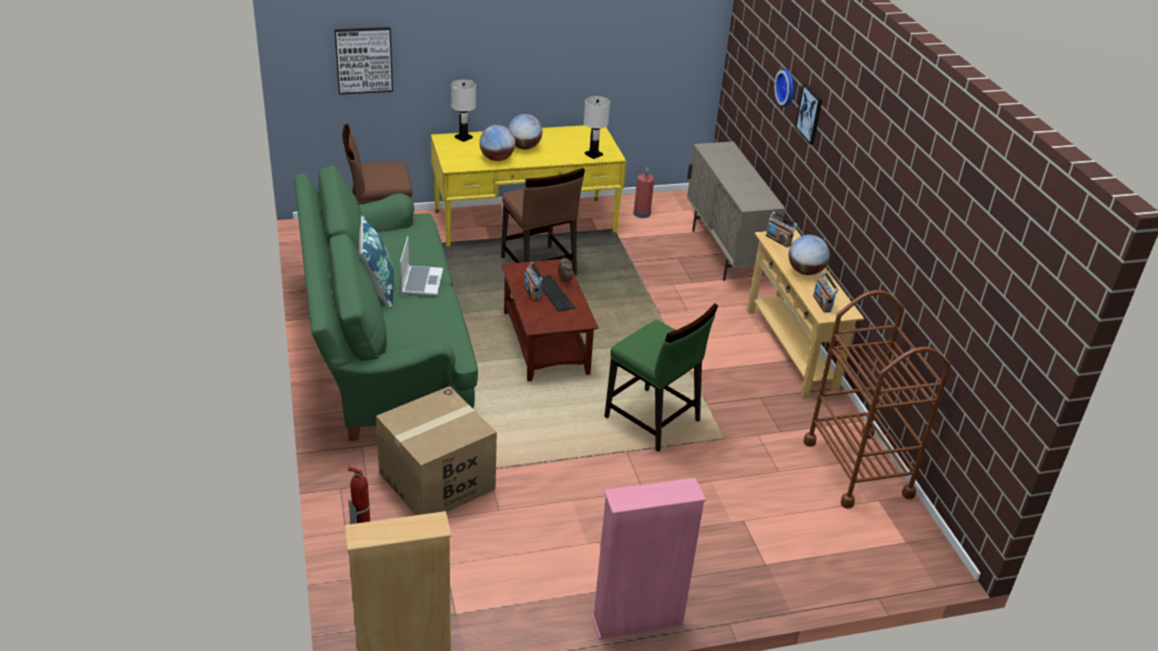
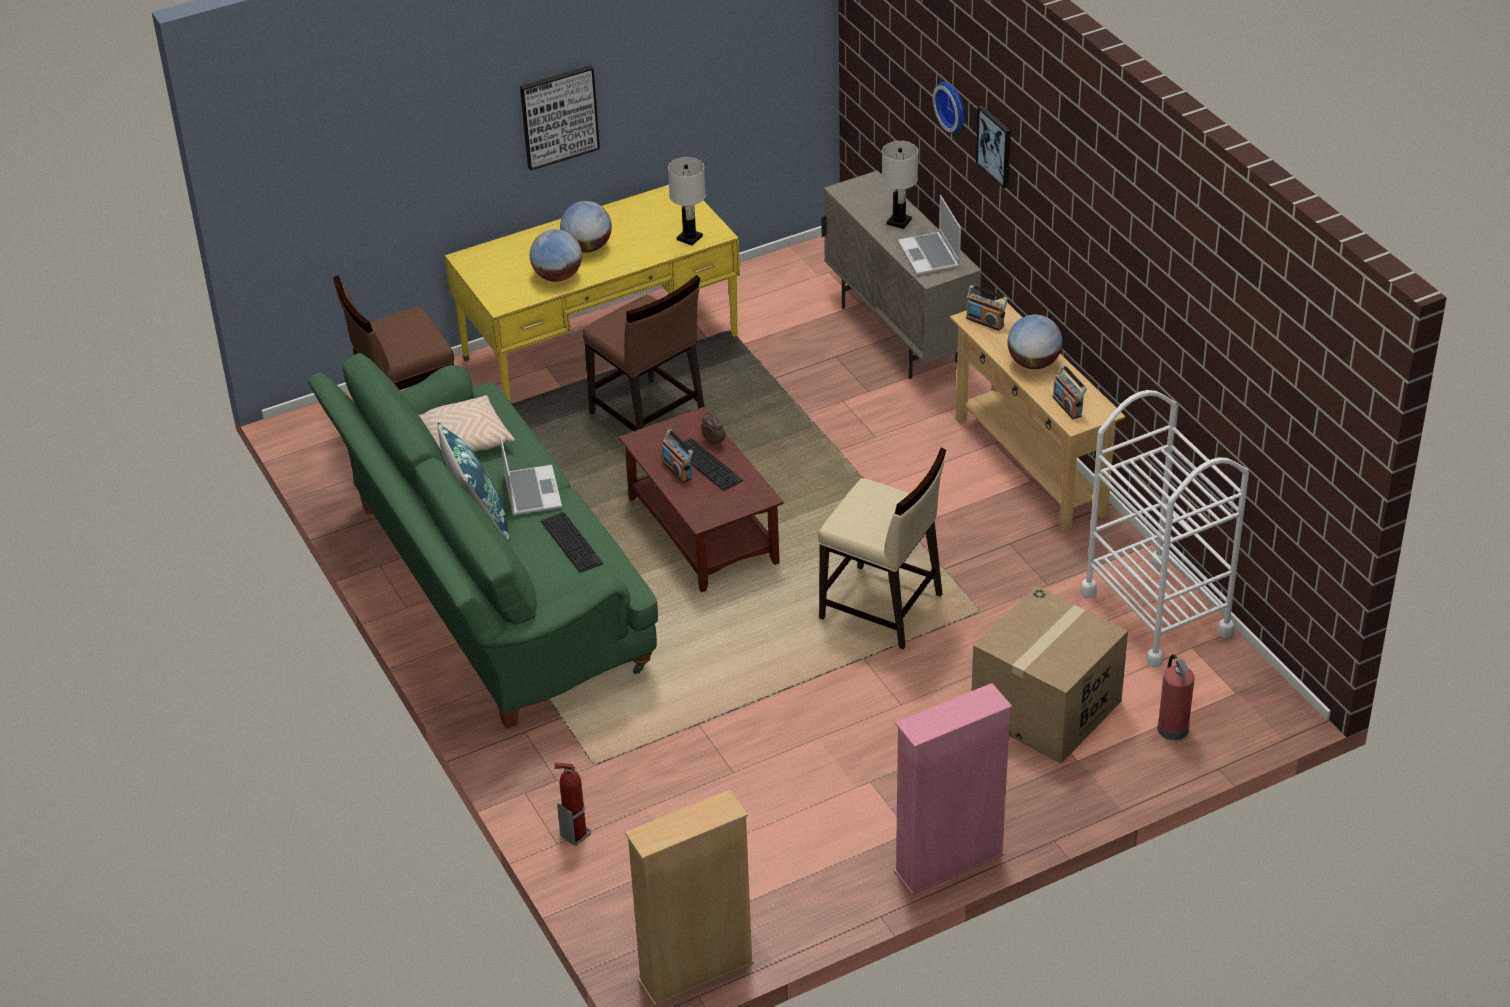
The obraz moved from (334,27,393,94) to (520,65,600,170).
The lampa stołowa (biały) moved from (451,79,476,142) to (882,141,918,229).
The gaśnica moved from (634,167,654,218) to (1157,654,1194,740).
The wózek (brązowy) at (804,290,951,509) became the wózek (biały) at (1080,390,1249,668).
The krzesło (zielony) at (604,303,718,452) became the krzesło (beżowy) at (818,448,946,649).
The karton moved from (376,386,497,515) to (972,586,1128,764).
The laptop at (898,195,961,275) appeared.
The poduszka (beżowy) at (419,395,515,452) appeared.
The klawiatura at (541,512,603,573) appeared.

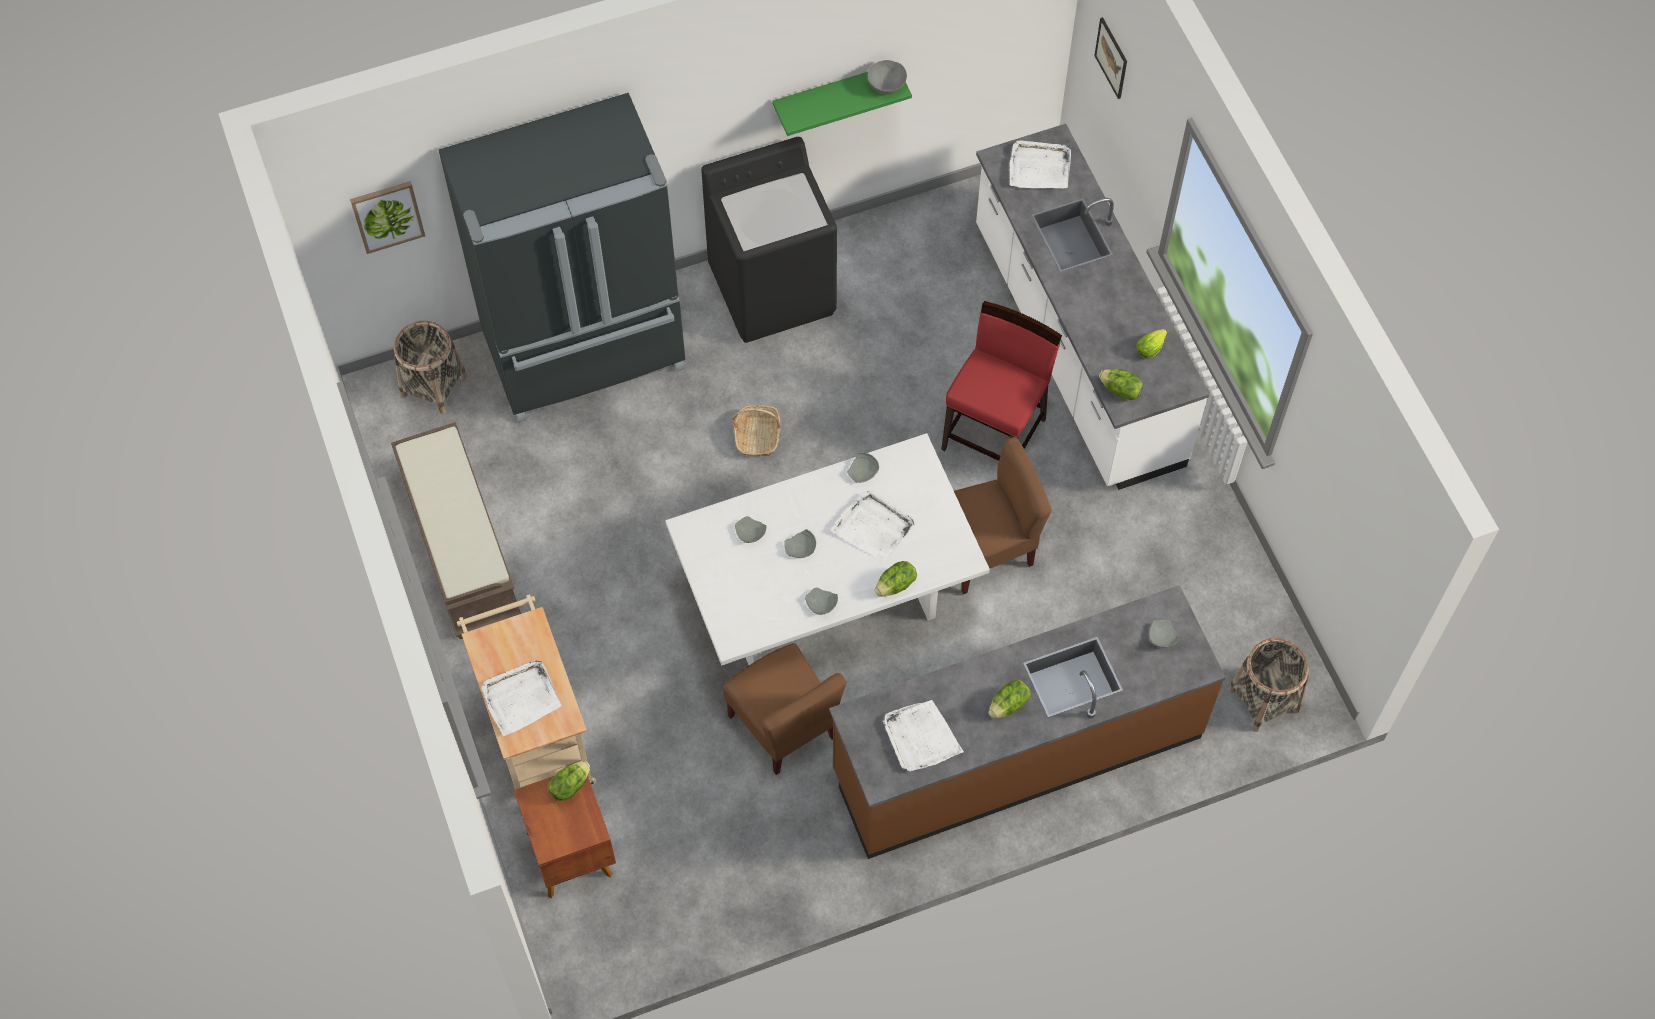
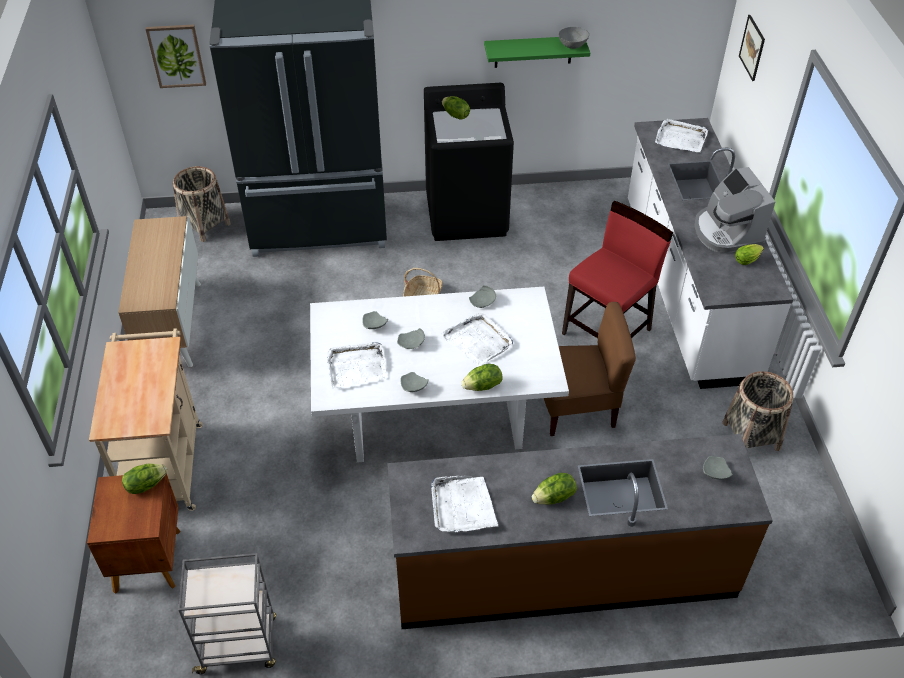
The sałata moved from (1099,369,1143,400) to (442,96,470,120).
The ławka (brązowy) at (391,422,521,639) was replaced by the szafka at (118,216,201,367).
The koszyk moved from (1228,638,1309,732) to (722,371,793,451).
The krzesło (brązowy) at (723,643,846,775) disappeared.
The taca (biały) moved from (482,660,561,736) to (327,342,388,389).
The ekspres do kawy at (694,167,776,253) appeared.
The wózek (szary) at (178,553,276,674) appeared.

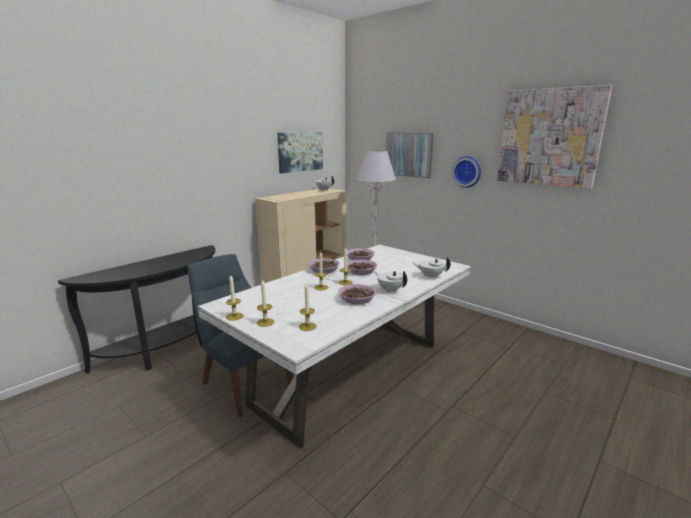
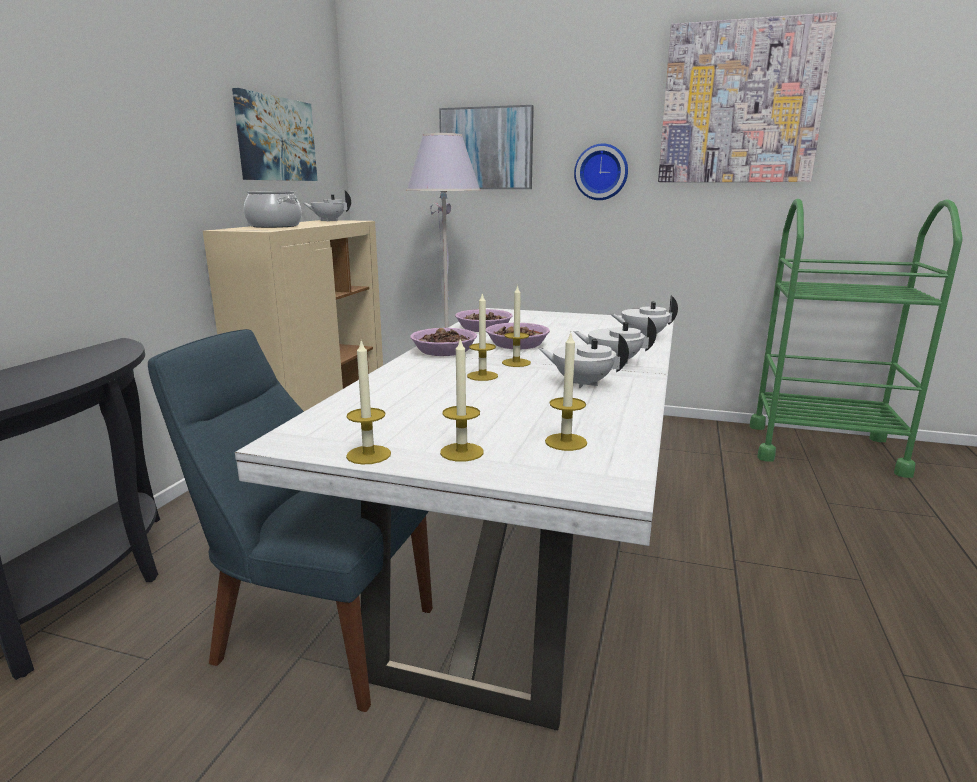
The miska at (338,284,376,305) was replaced by the imbryk (biały) at (538,334,629,388).
The garnek at (244,191,302,228) appeared.
The wózek (zielony) at (749,199,963,478) appeared.

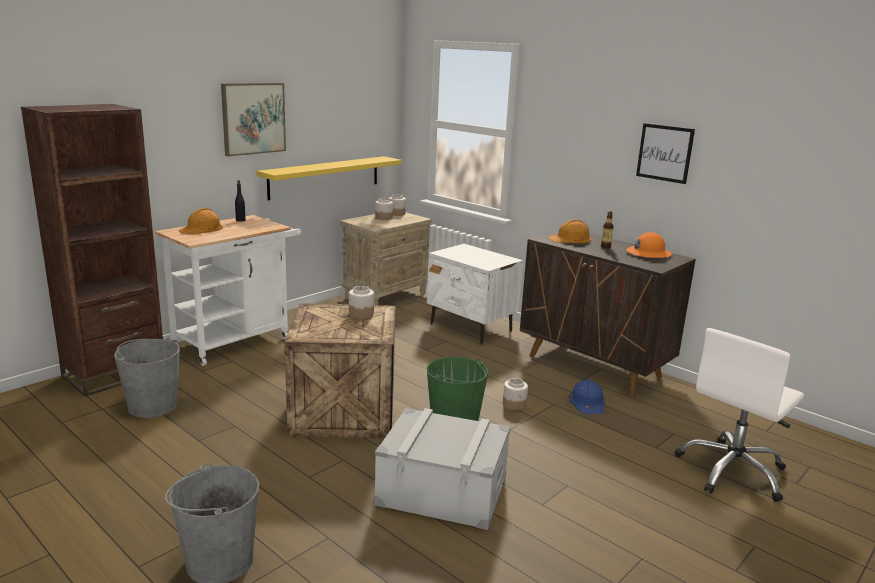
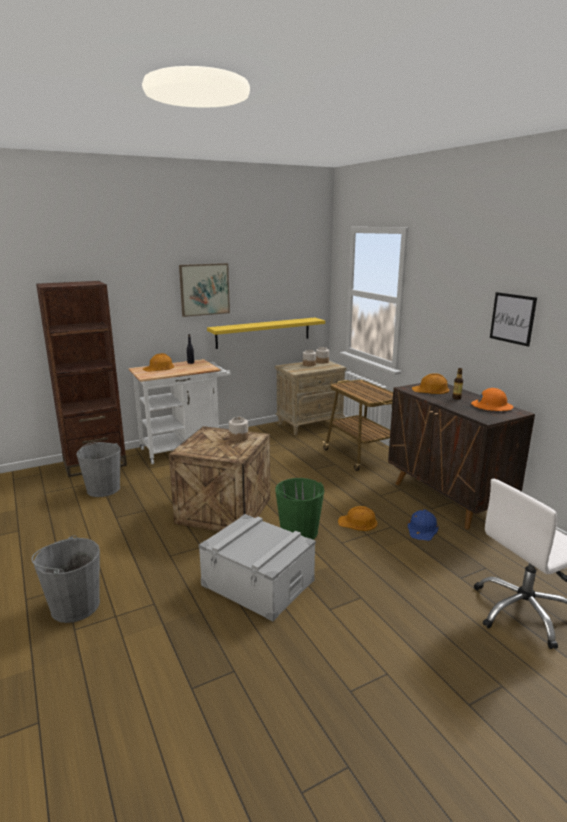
The szafka nocna (biały) at (427,244,523,344) was replaced by the wózek at (322,380,393,471).
The słoik at (503,378,528,410) was replaced by the kask (pomarańczowy) at (338,506,378,531).

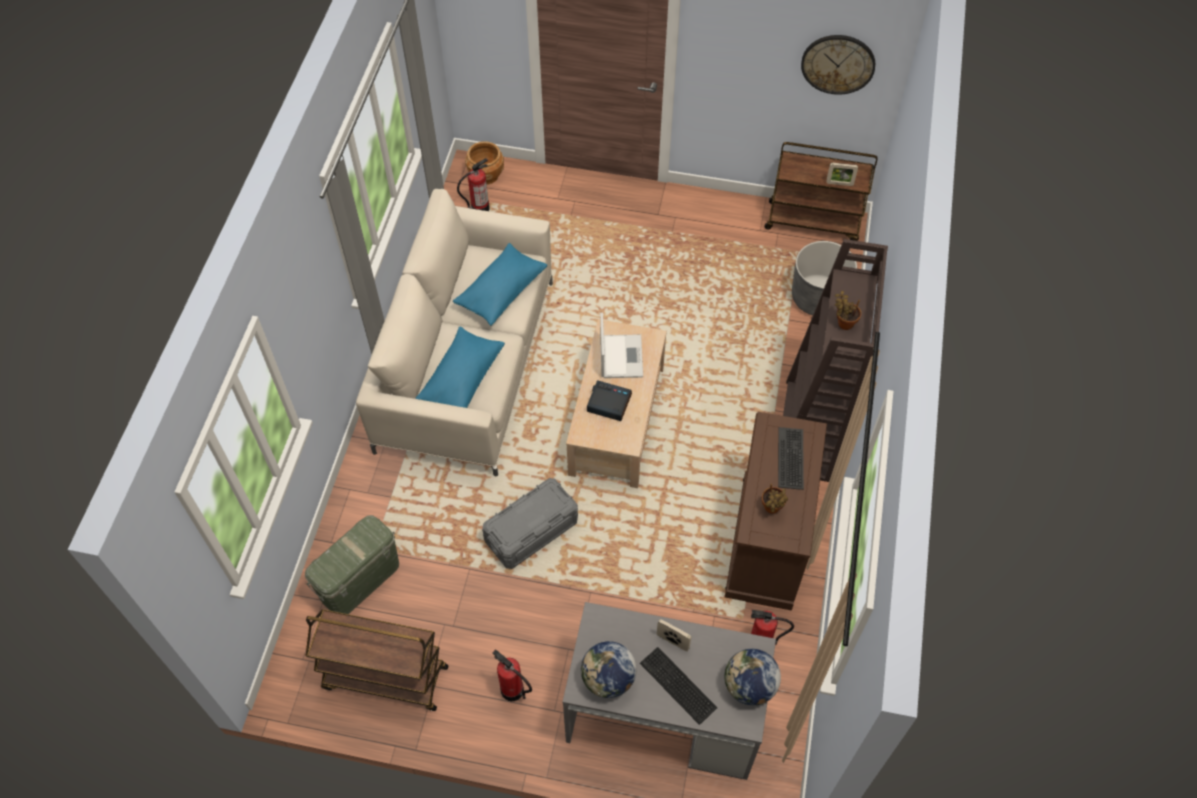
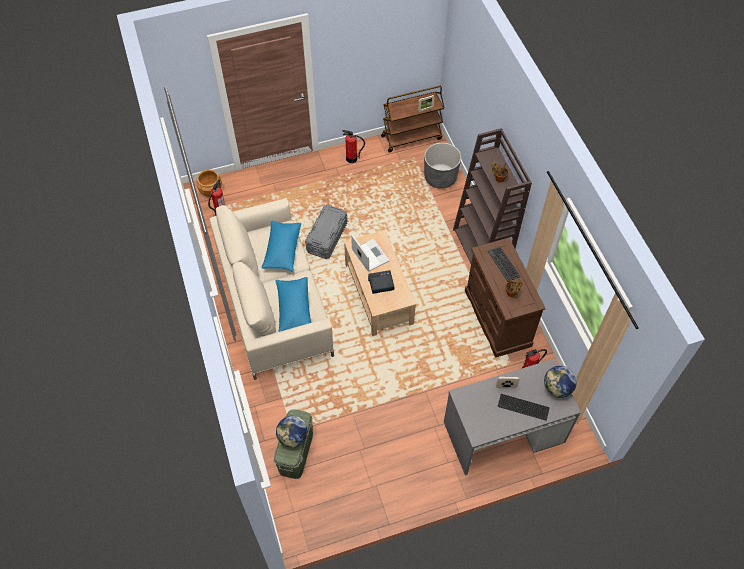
The zegar ścienny at (801,35,875,95) disappeared.
The pojemnik do przechowywania (szary) moved from (482,478,578,569) to (305,205,347,259).
The wózek (brązowy) at (306,609,449,711) disappeared.
The globus moved from (581,641,636,698) to (276,416,308,448).
The gaśnica moved from (492,649,532,701) to (342,130,365,163).

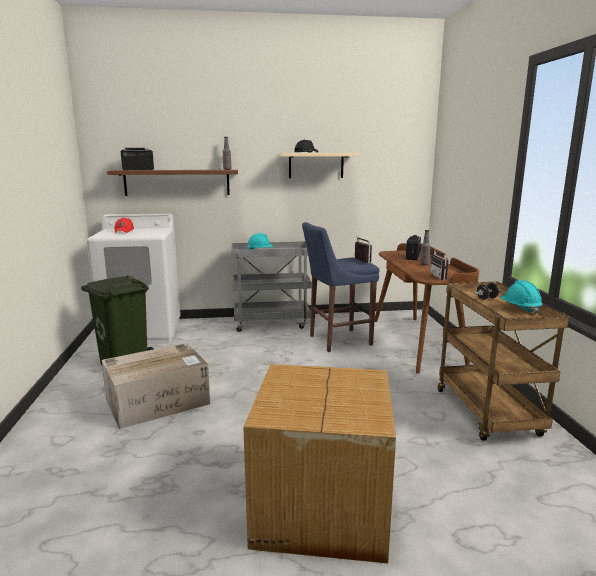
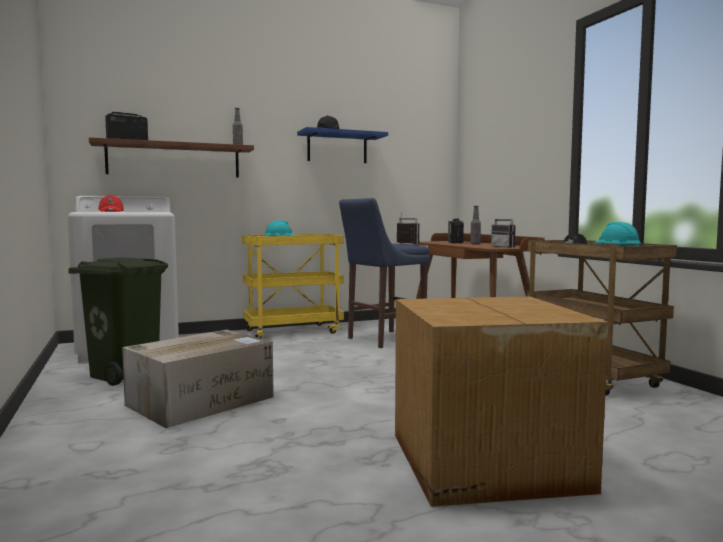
The półka (beżowy) at (280,153,359,178) became the półka (niebieski) at (297,127,388,163).
The wózek (szary) at (231,242,312,332) became the wózek (żółty) at (242,234,344,338).

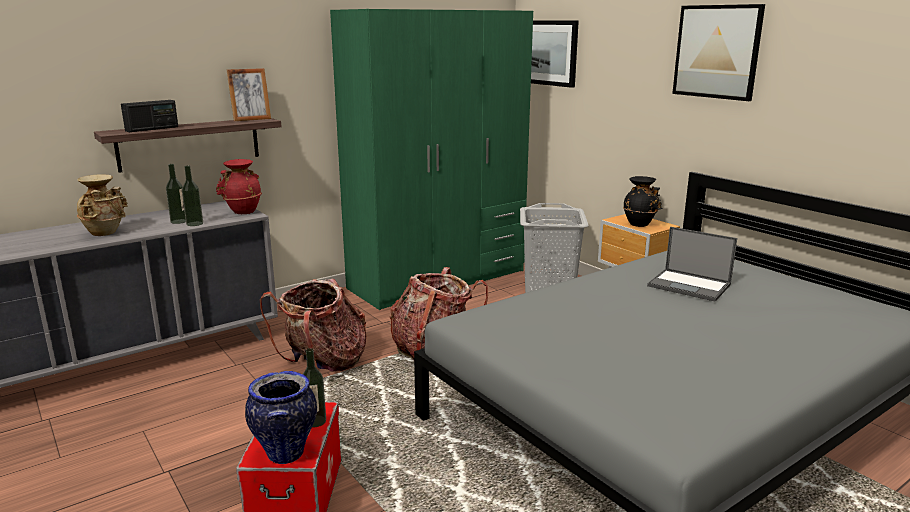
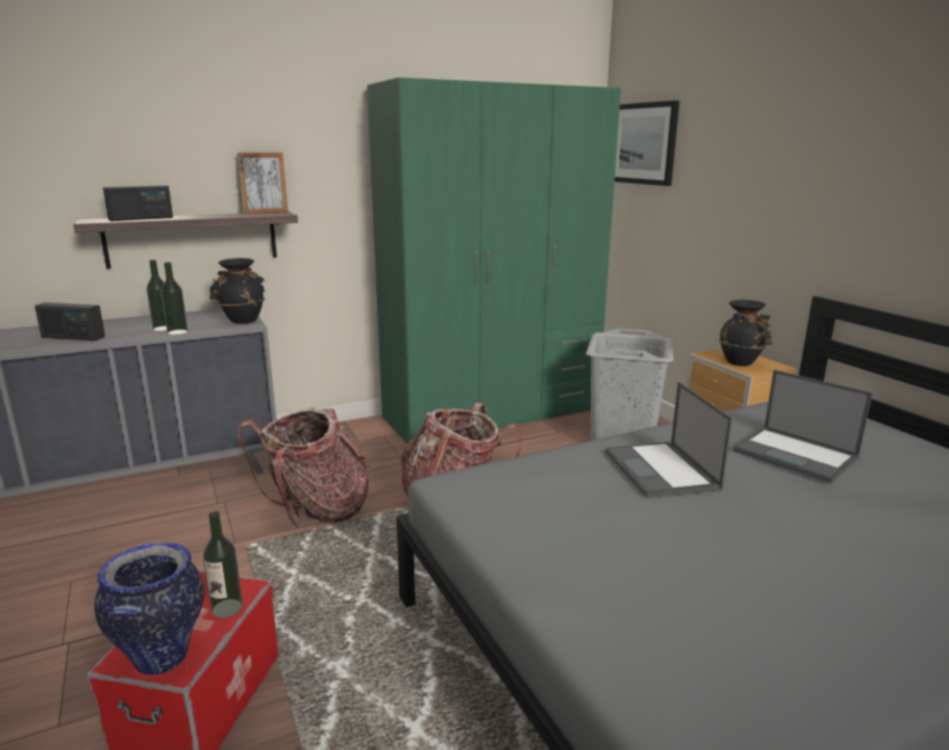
The obraz at (672,4,765,101) disappeared.
The wazon (czerwony) at (216,159,262,214) became the wazon (czarny) at (210,258,265,324).
The wazon (beżowy) at (77,175,128,236) was replaced by the radio at (35,303,105,341).
The laptop at (605,382,733,498) appeared.

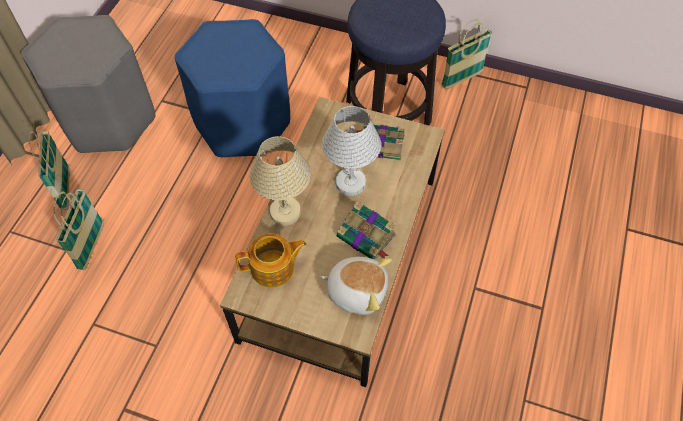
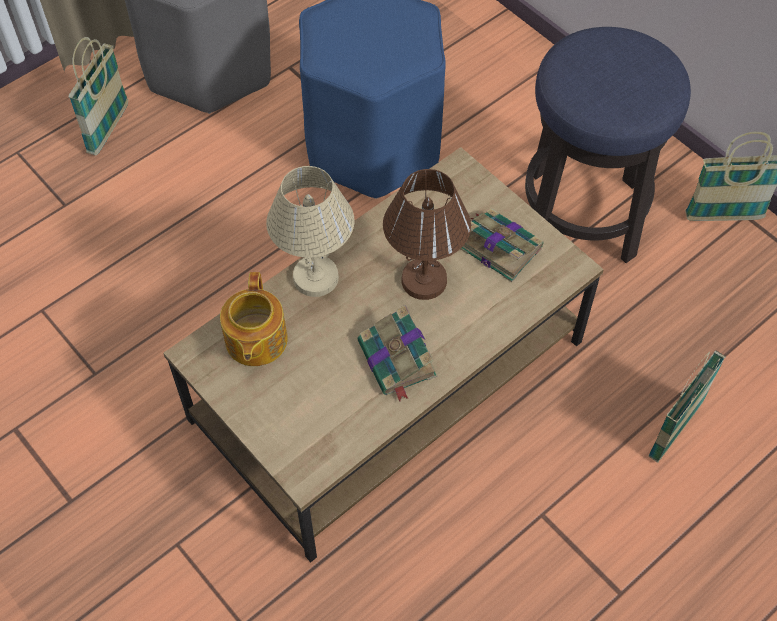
The lampa stołowa (biały) at (322,106,381,196) became the lampa stołowa (brązowy) at (383,169,471,300).
The koszyk moved from (54,189,104,270) to (648,351,726,463).
The imbryk at (235,233,306,288) turned 75 degrees clockwise.
The pluszak at (320,257,392,315) disappeared.

